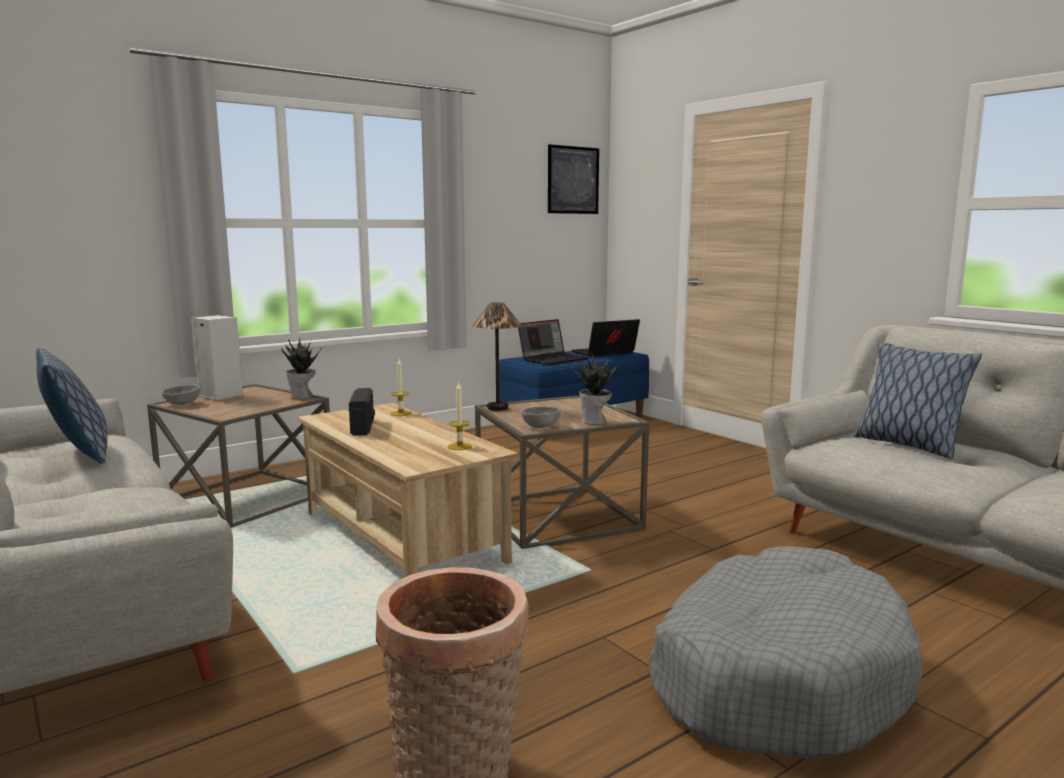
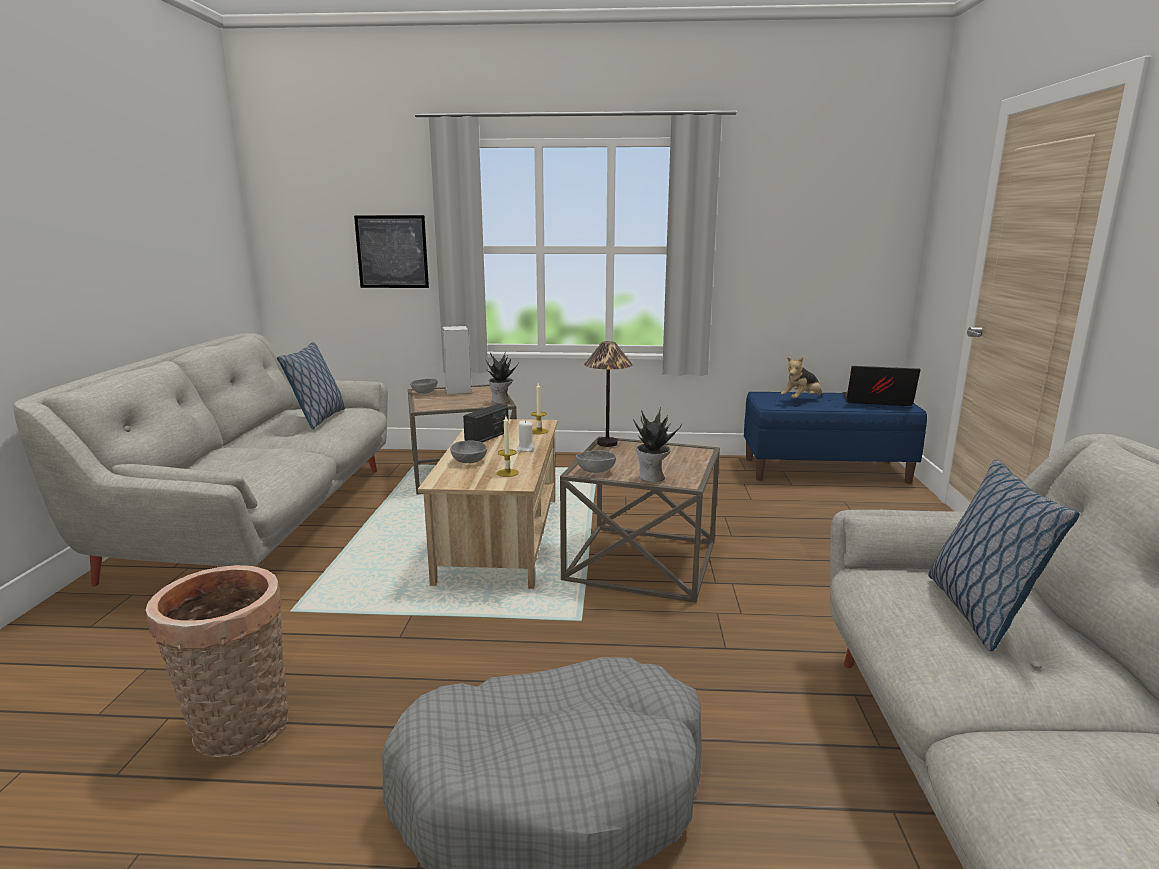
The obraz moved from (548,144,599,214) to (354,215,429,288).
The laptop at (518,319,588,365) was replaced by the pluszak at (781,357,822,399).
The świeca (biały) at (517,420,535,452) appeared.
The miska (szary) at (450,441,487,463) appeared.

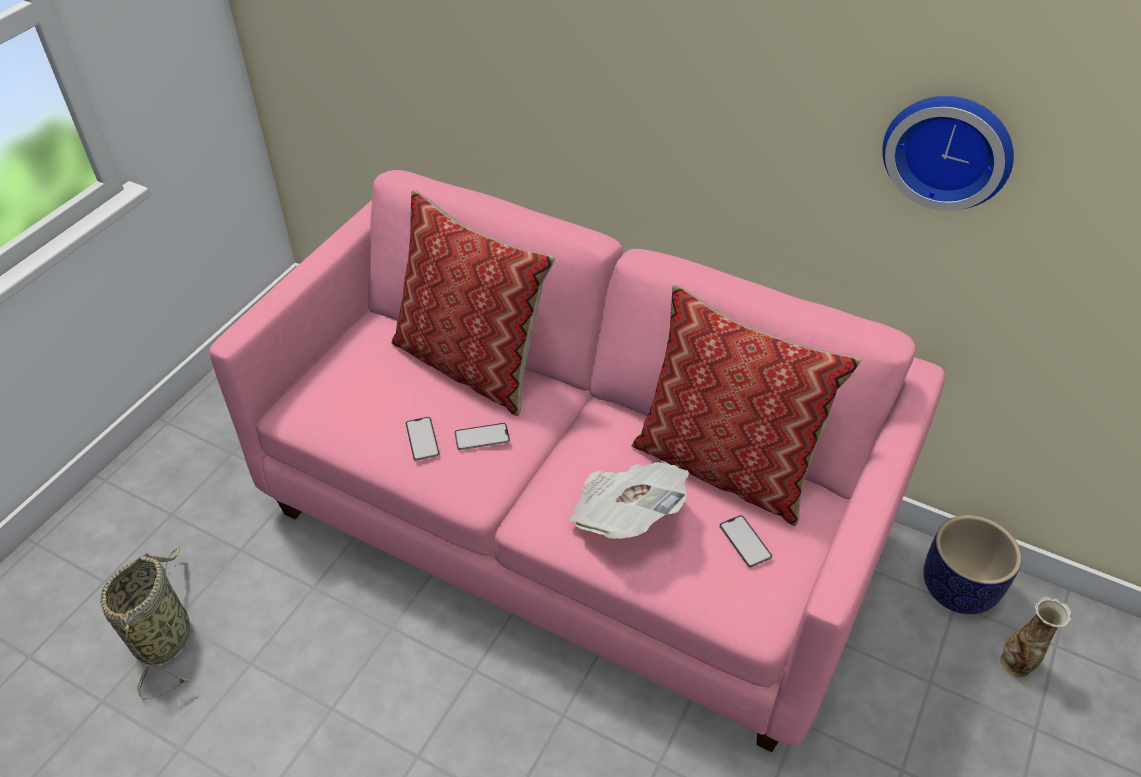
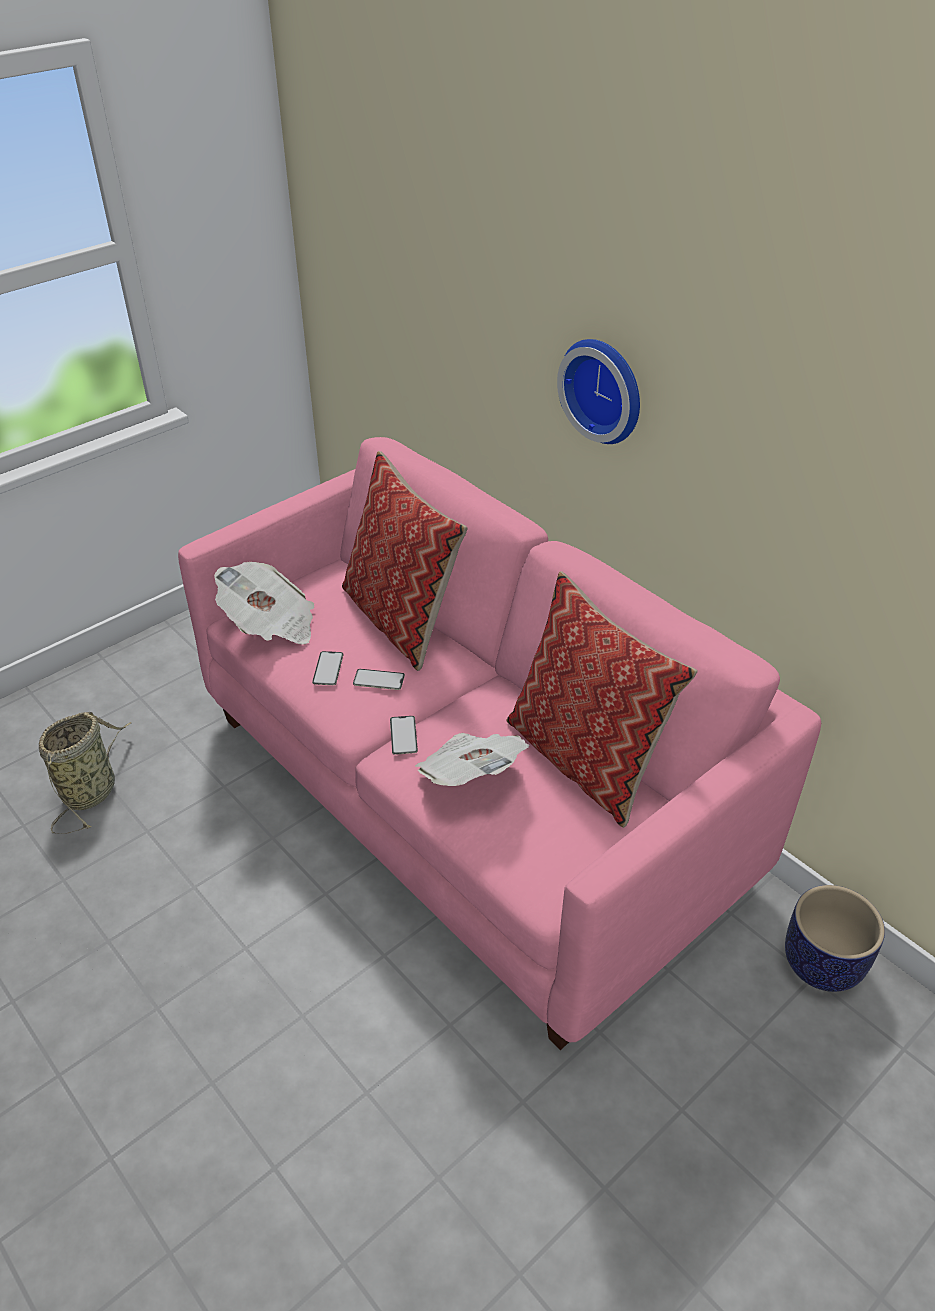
The zegar ścienny moved from (882,96,1014,211) to (557,339,640,444).
The telefon moved from (719,515,772,567) to (390,716,418,755).
The wazon at (1000,596,1071,678) disappeared.
The gazeta at (214,562,315,645) appeared.

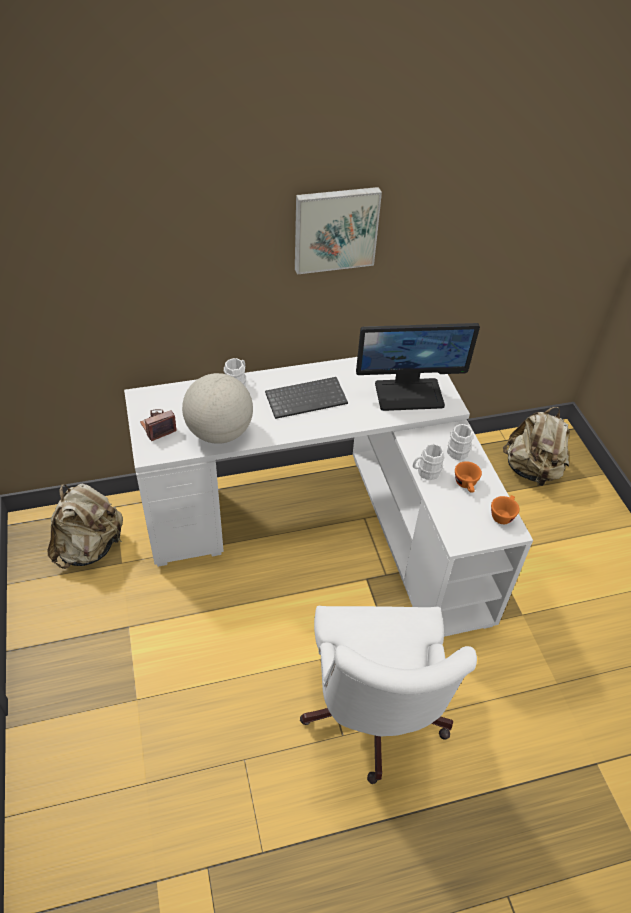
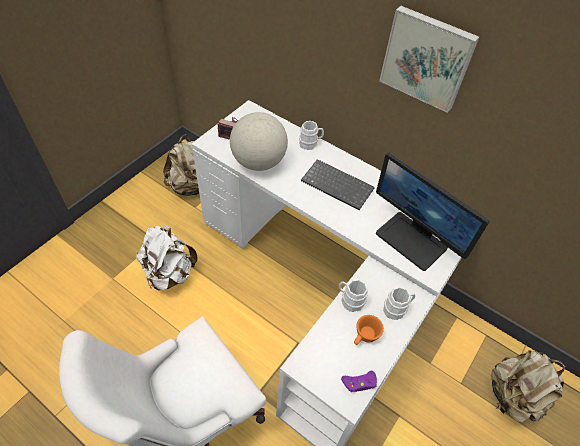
The filiżanka (pomarańczowy) at (491,495,519,524) was replaced by the pad do gier (fioletowy) at (341,371,377,393).
The plecak (biały) at (136,226,198,291) appeared.

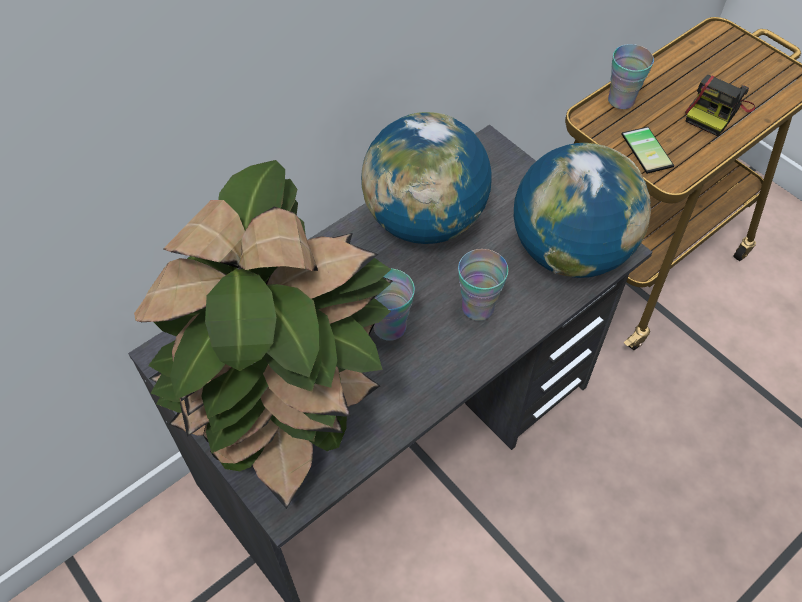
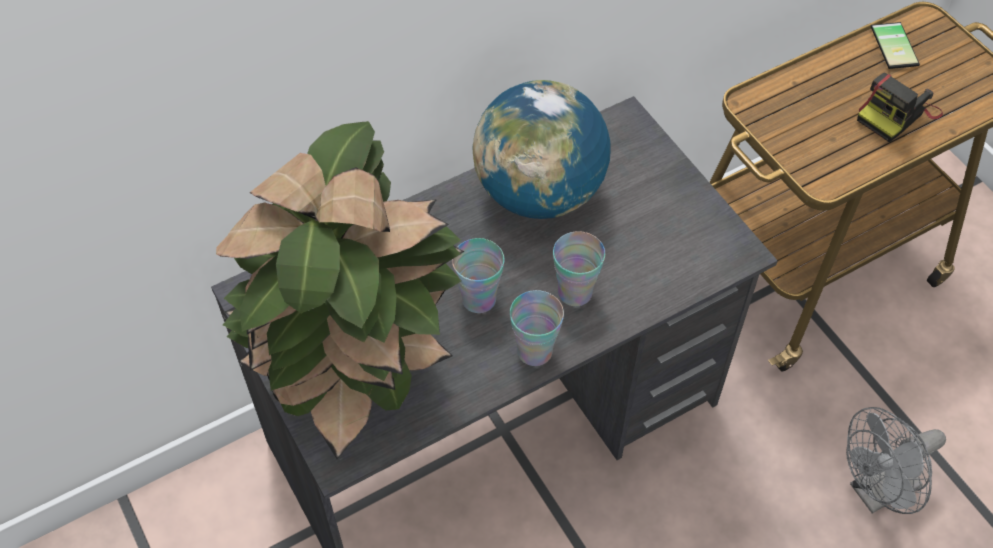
The filiżanka moved from (608,44,654,109) to (510,290,564,366).
The telefon moved from (621,127,674,174) to (870,22,920,69).
The globus at (514,143,651,278) disappeared.
The wentylator (szary) at (846,407,946,514) appeared.

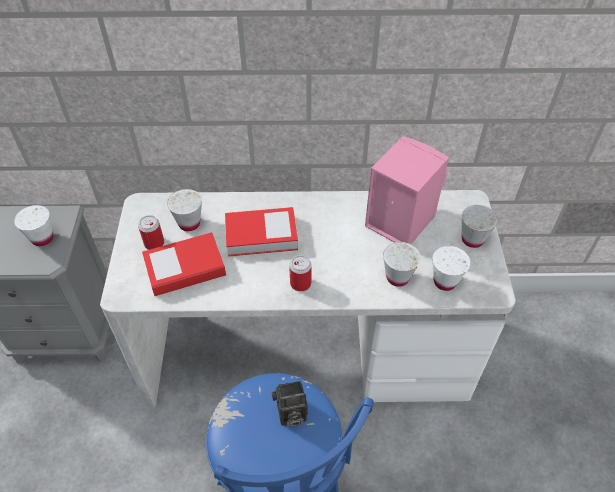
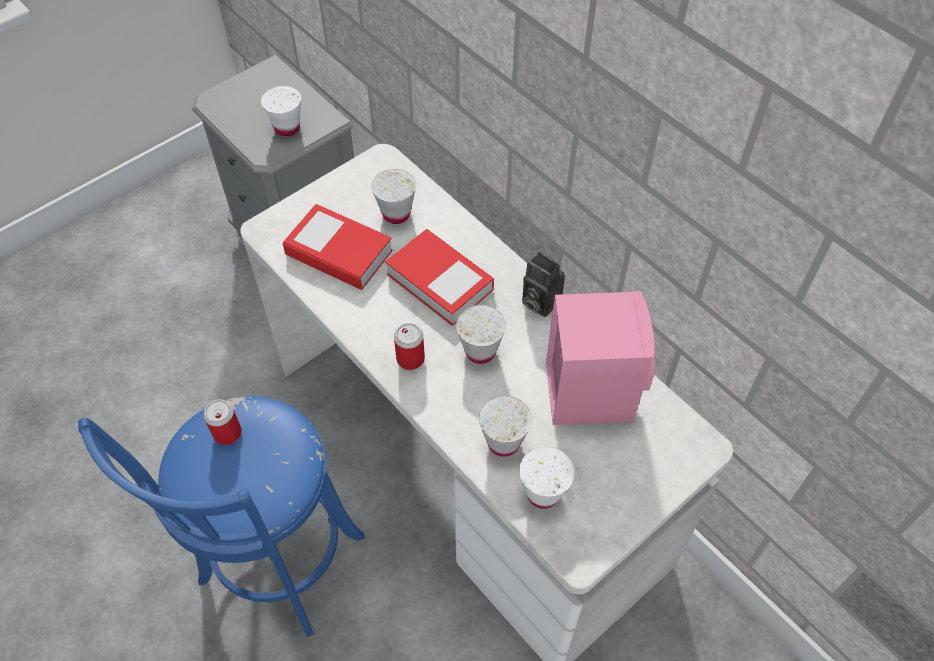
The filiżanka (biały) moved from (462,205,498,248) to (456,305,506,364).
The puszka moved from (138,215,164,250) to (204,399,242,445).
The aparat fotograficzny moved from (272,381,308,426) to (522,252,565,317).

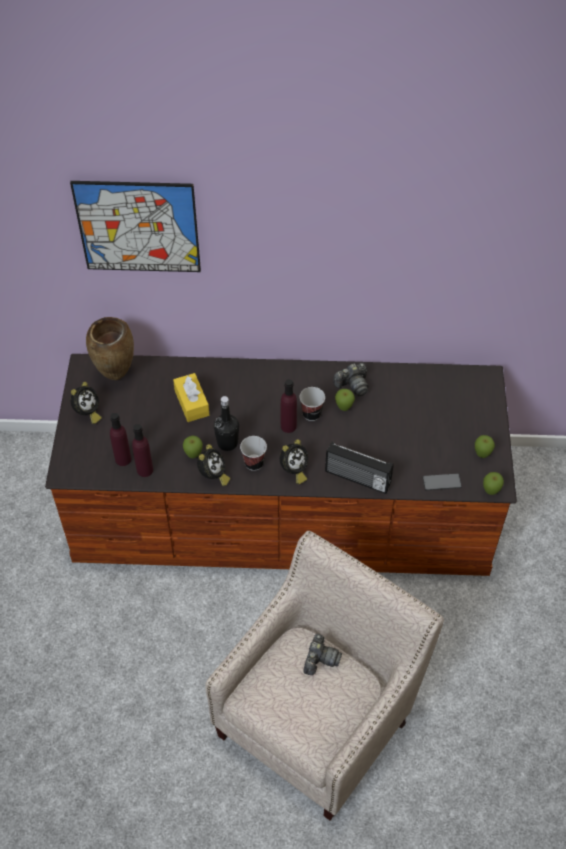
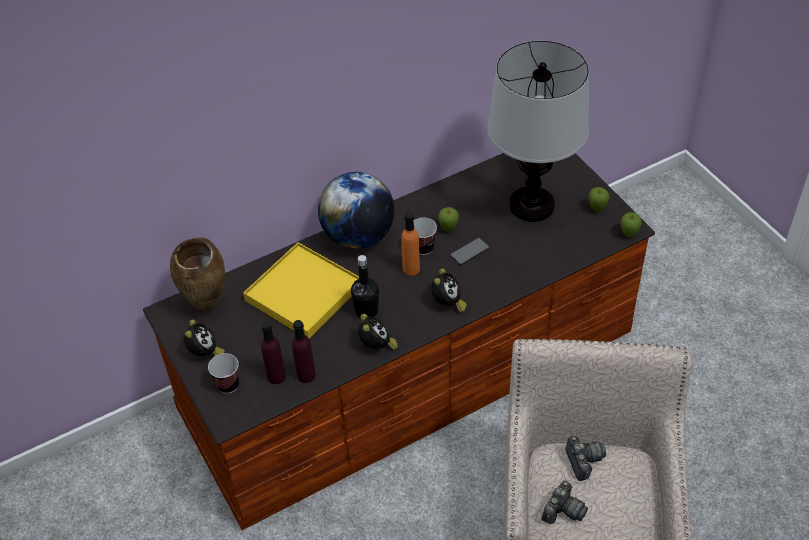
The obraz at (70,181,201,272) disappeared.
The aparat fotograficzny moved from (333,363,368,396) to (542,481,588,524).
The pudełko chusteczek (żółty) at (173,373,209,422) was replaced by the taca (żółty) at (243,242,359,339).
The butelka (fioletowy) at (281,379,297,433) became the butelka (pomarańczowy) at (401,212,420,275).
The jabłko at (183,435,203,458) disappeared.
The filiżanka moved from (240,436,267,471) to (208,353,239,394).
The radio at (325,442,394,494) disappeared.
The telefon moved from (423,473,462,491) to (450,238,490,265).
The lampa stołowa at (487,41,589,222) appeared.
The globus at (318,172,395,249) appeared.

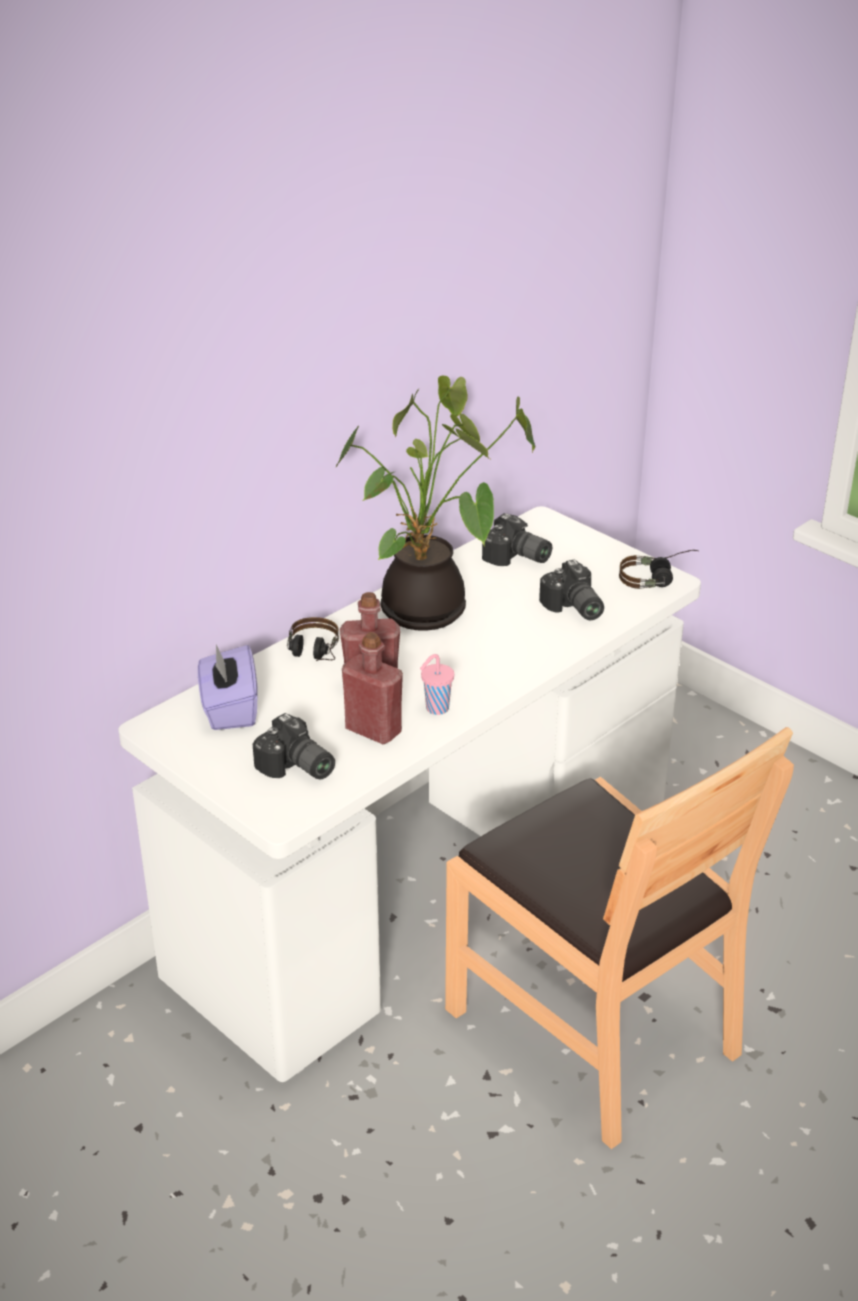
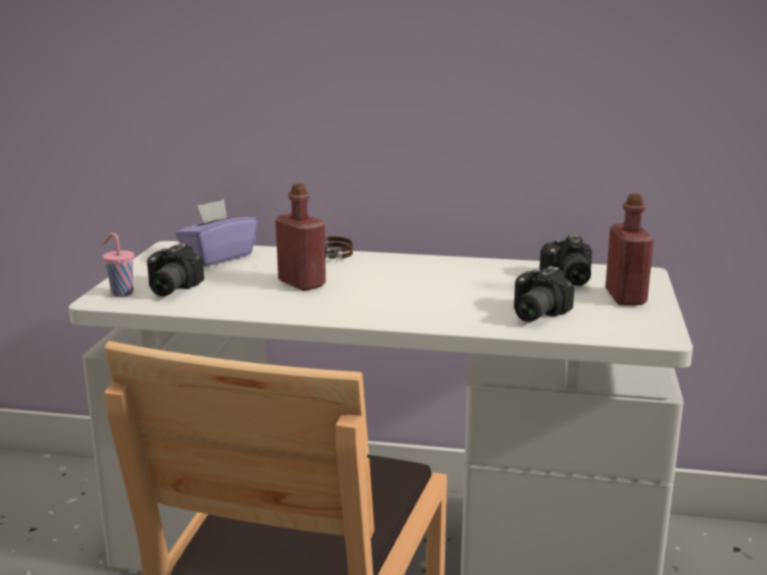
The roślina doniczkowa at (335,376,535,631) disappeared.
The słuchawki at (619,550,699,589) disappeared.
The butelka (czerwony) moved from (342,632,403,744) to (605,194,654,305).
The filiżanka (różowy) moved from (420,654,454,715) to (103,233,135,296).

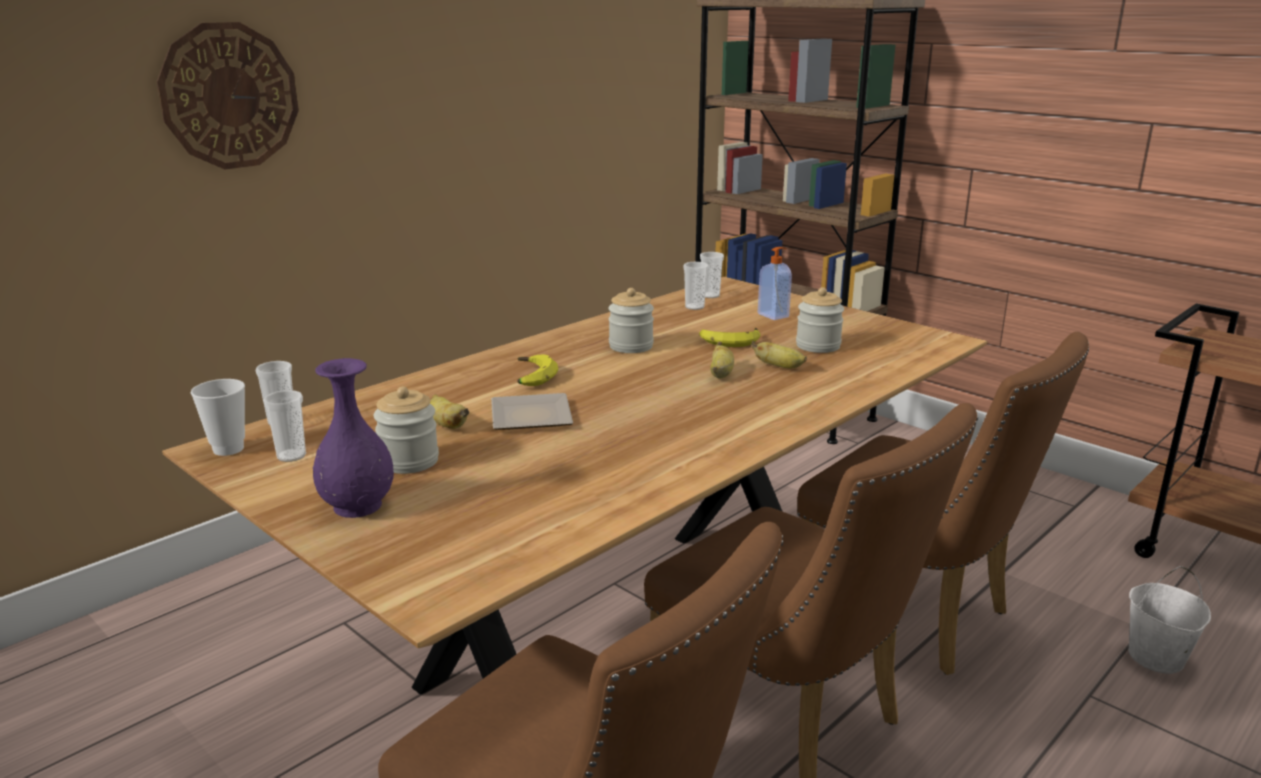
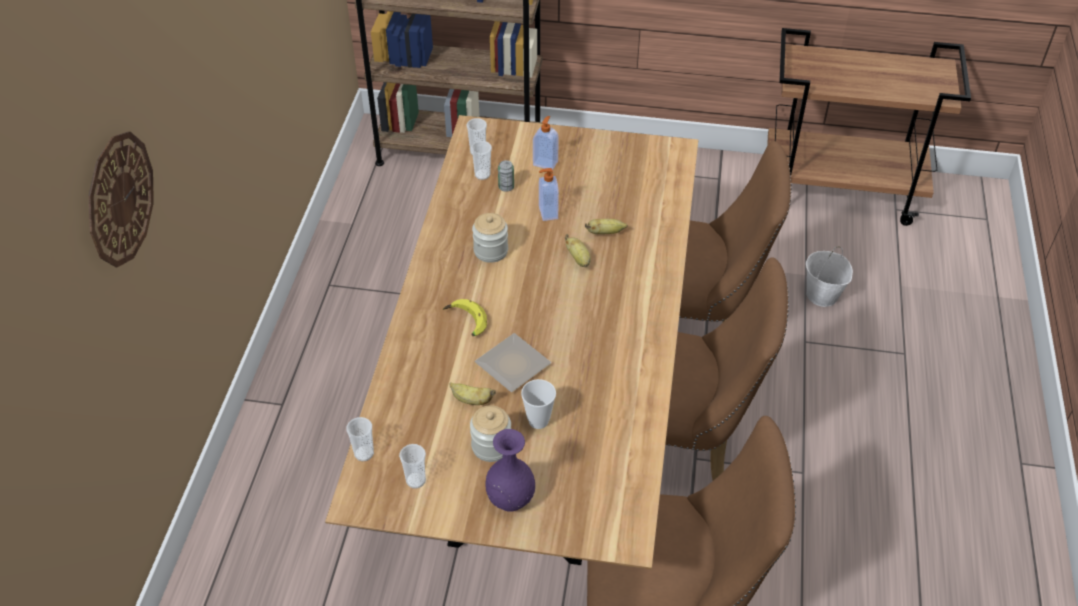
The słoik at (796,287,844,353) disappeared.
The banan at (699,327,761,347) was replaced by the dozownik mydła at (539,168,559,221).
The filiżanka moved from (191,379,245,456) to (521,379,556,429).
The puszka at (498,160,514,192) appeared.

